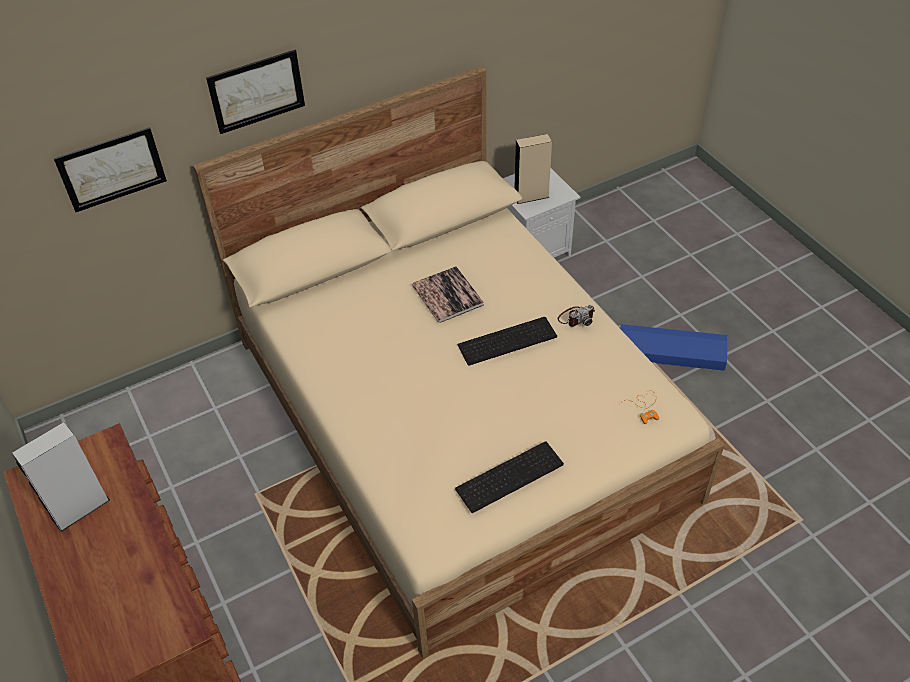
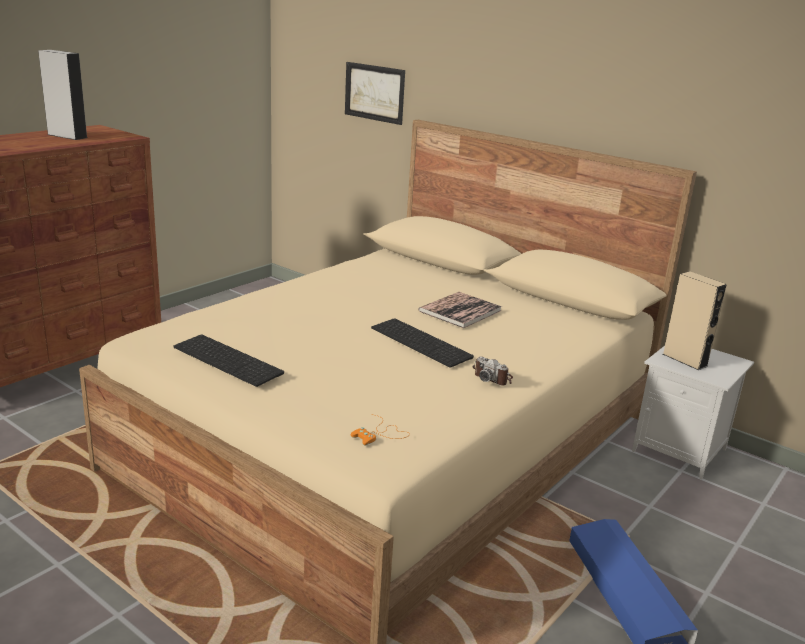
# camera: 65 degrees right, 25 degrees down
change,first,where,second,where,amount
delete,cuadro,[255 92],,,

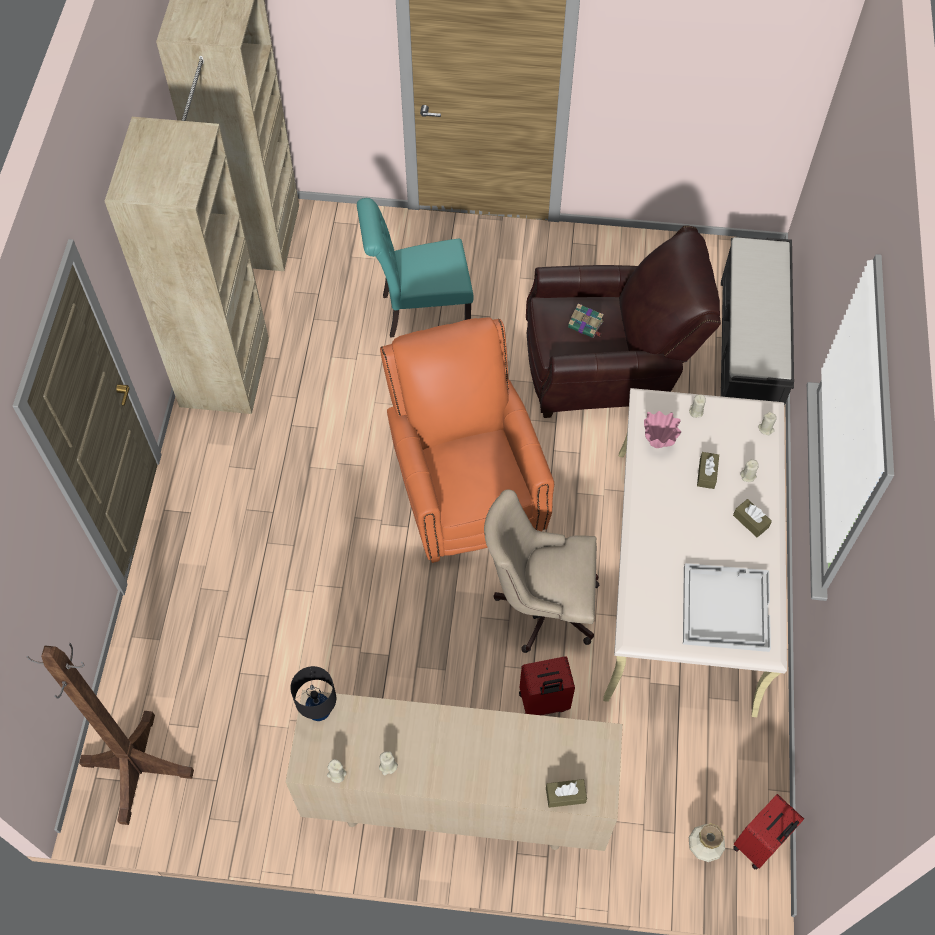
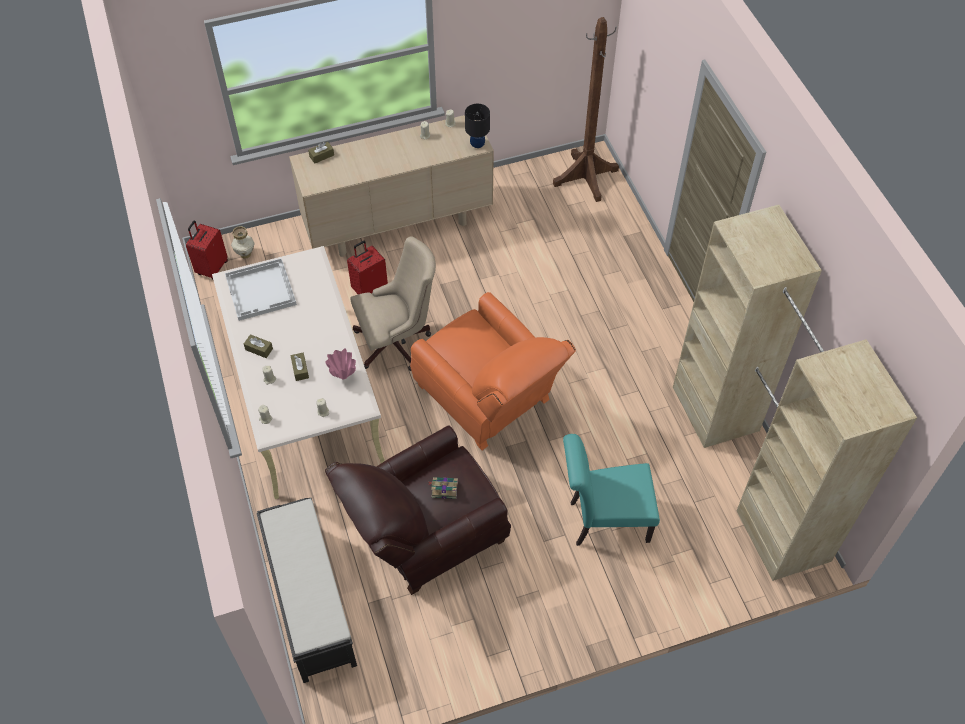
# camera: 155 degrees right, 5 degrees down
change,first,where,second,where,amount
rotate,silla/turquesa,[415 268],,[611 490],150 degrees counterclockwise

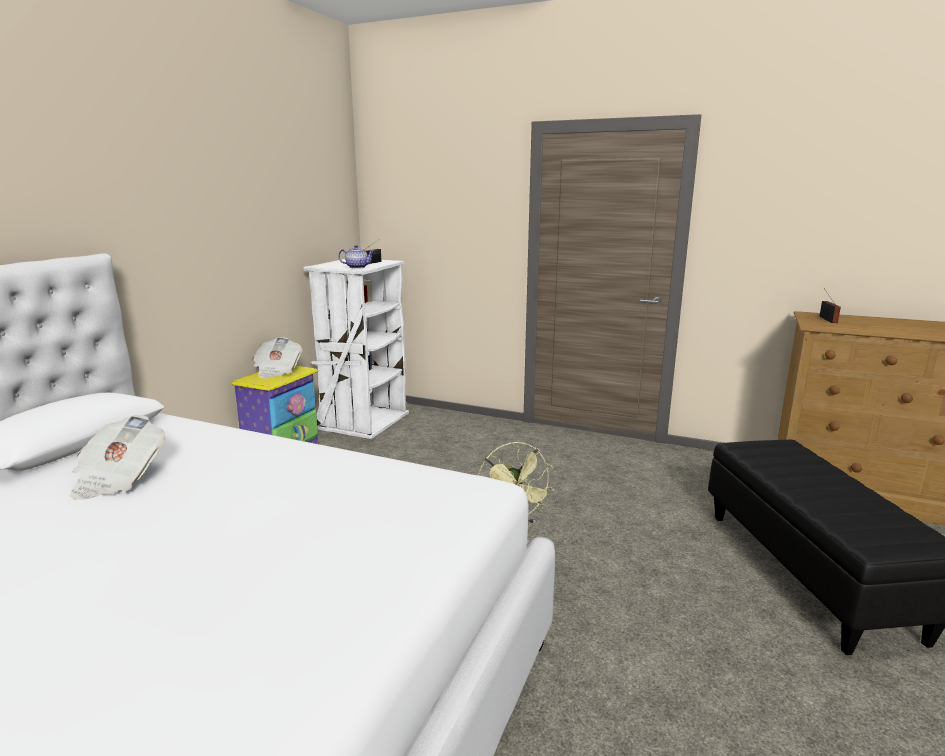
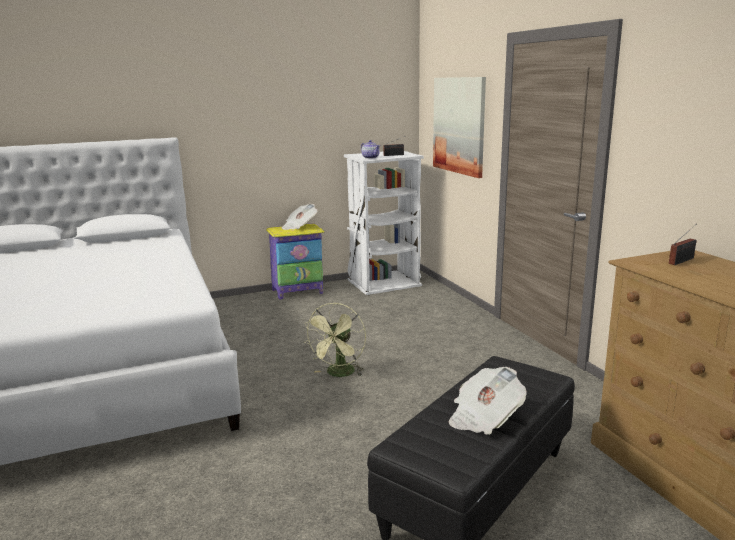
# camera: 45 degrees right, 0 degrees up
change,first,where,second,where,amount
move,periódico,[117 457],,[487 401],
insert,,,cuadro,[459 127],

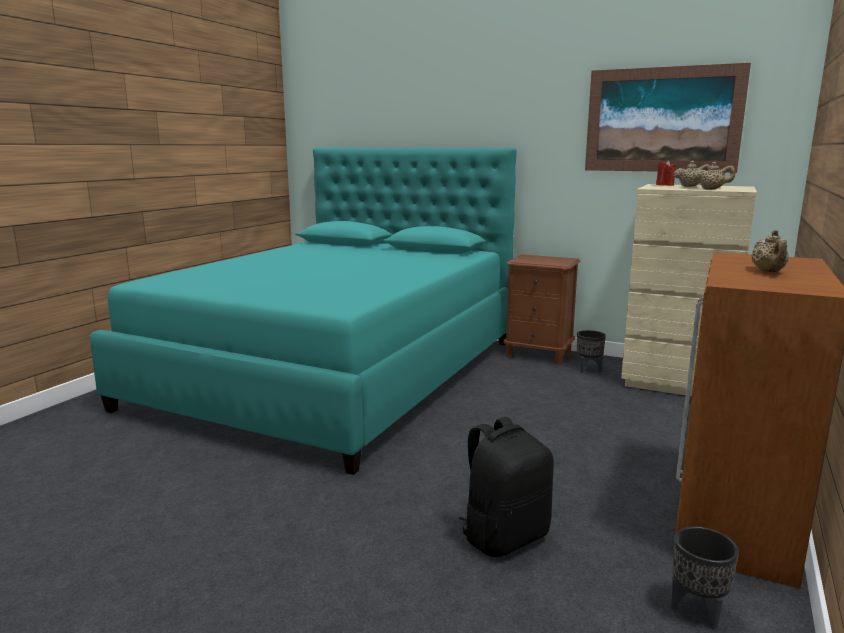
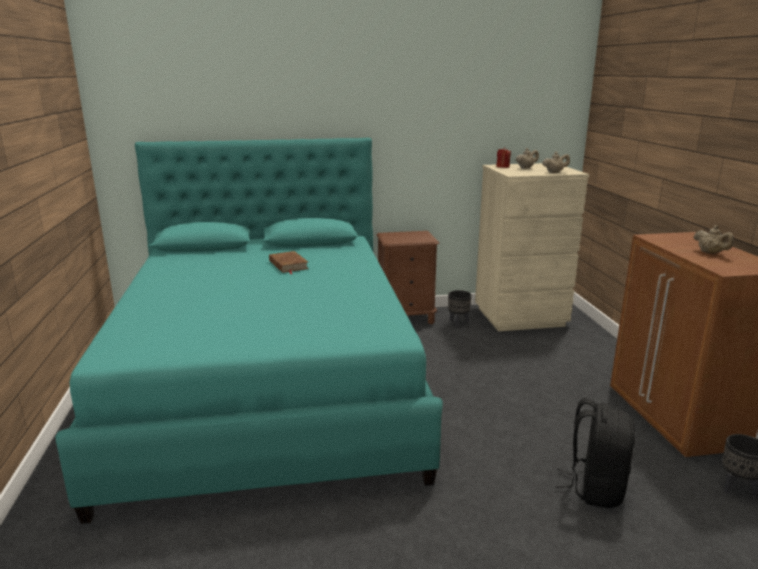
# camera: 35 degrees left, 5 degrees up
change,first,where,second,where,amount
delete,cuadro,[668 118],,,
insert,,,libro/marrón,[289 262],

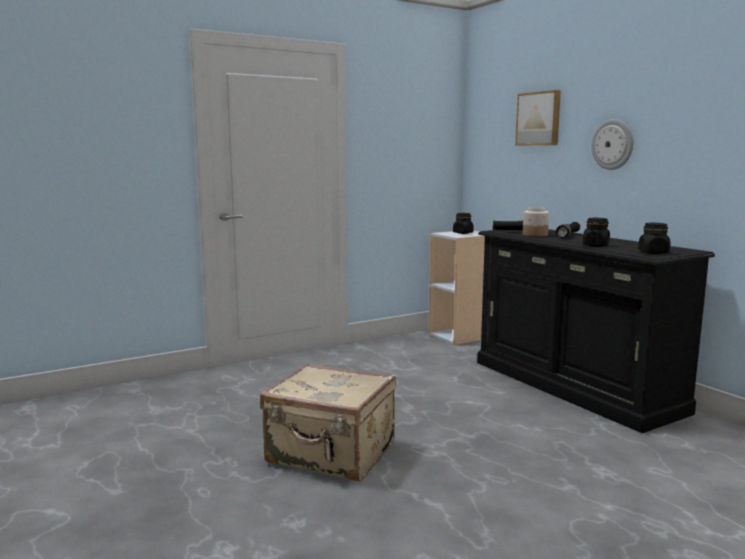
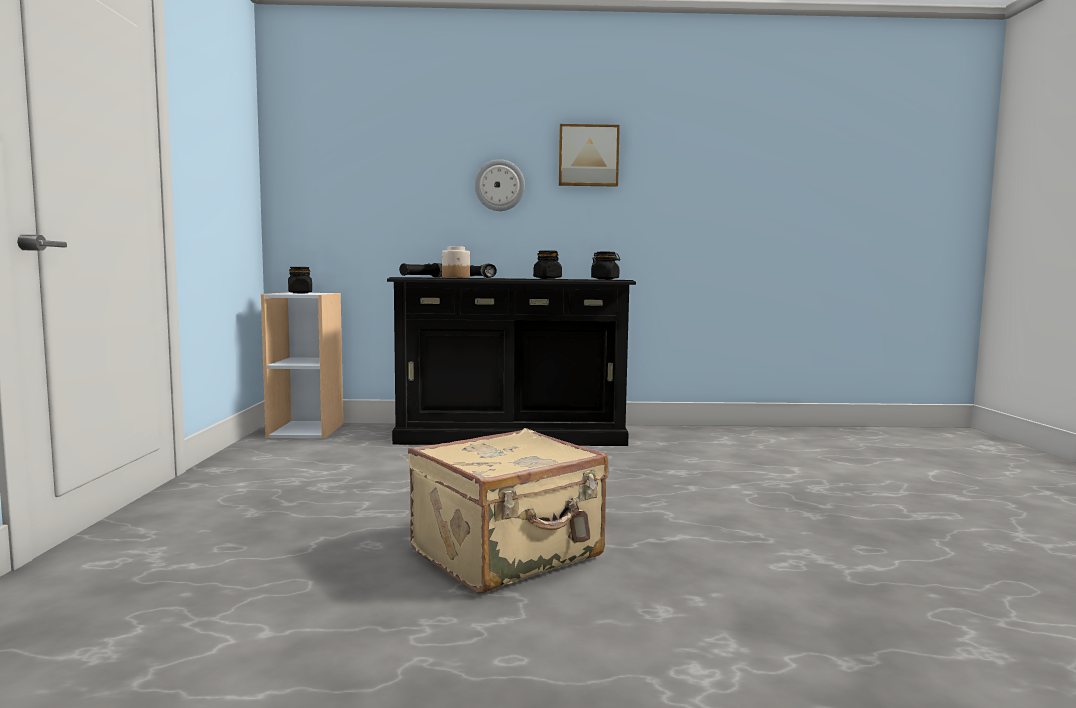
# camera: 60 degrees left, 5 degrees down
change,first,where,second,where,amount
move,cuadro,[538 117],,[589 155],

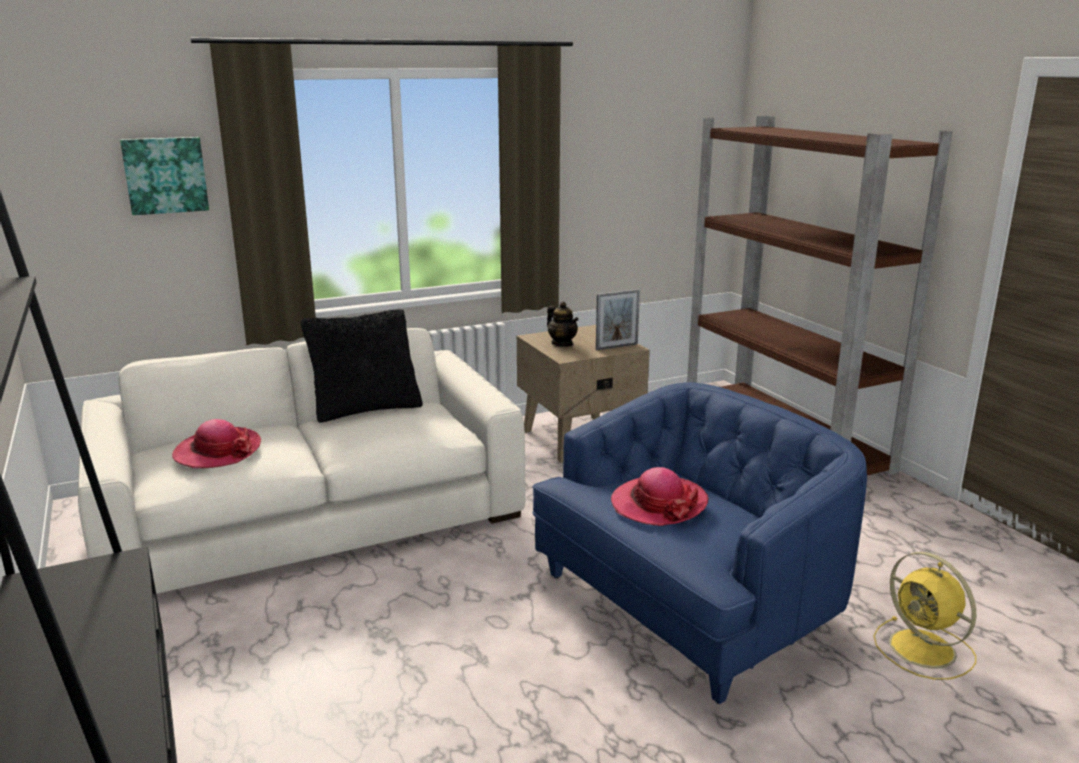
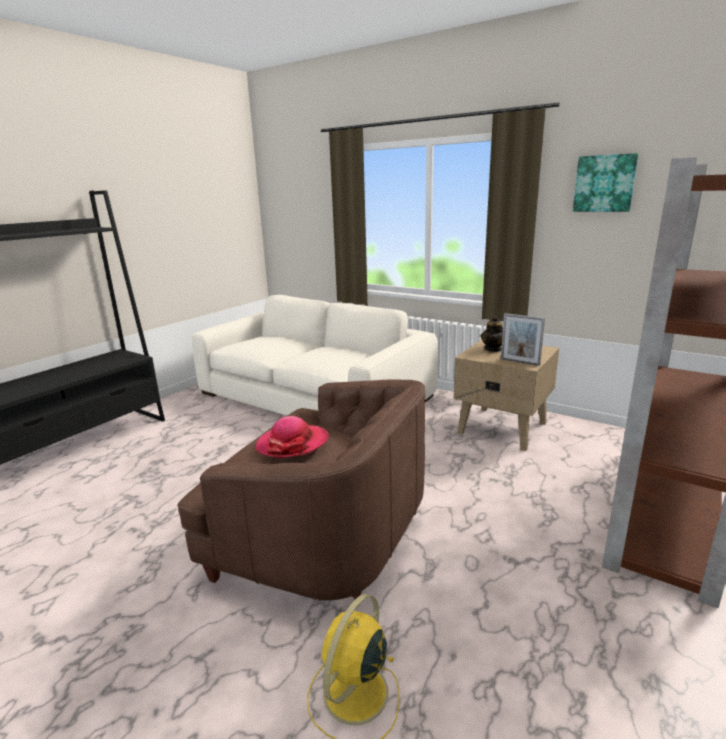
# camera: 60 degrees right, 0 degrees up
change,first,where,second,where,amount
move,cuadro,[164 176],,[605 182],
delete,sombrero,[216 443],,,
delete,cojín/negro,[362 366],,,
recolor,sillón/azul,[699 543],sillón/marrón,[301 490],

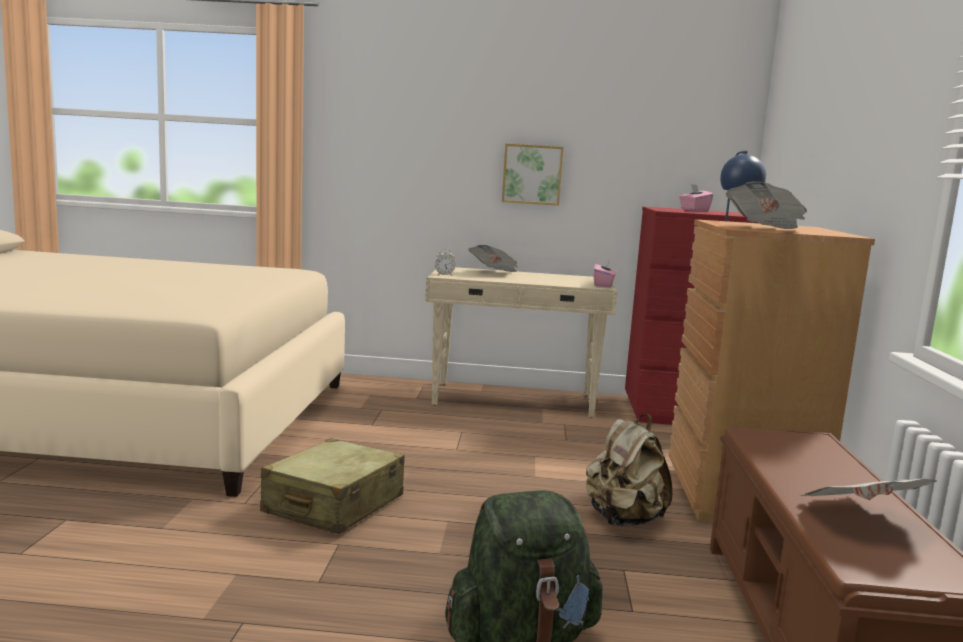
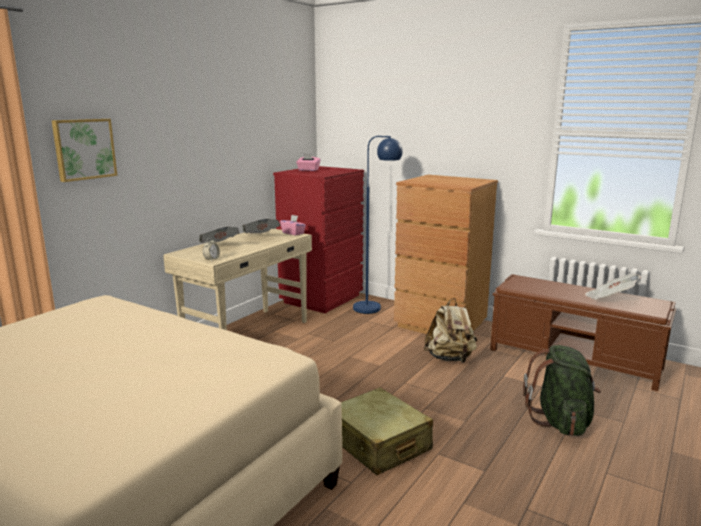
# camera: 60 degrees left, 5 degrees up
change,first,where,second,where,amount
move,cuadro,[533 174],,[84 150],
move,periódico,[766 205],,[261 226],

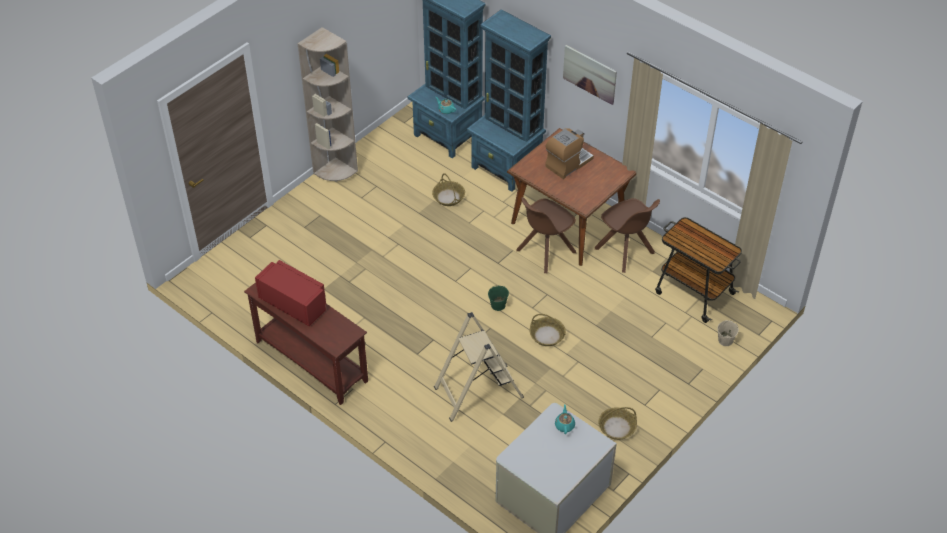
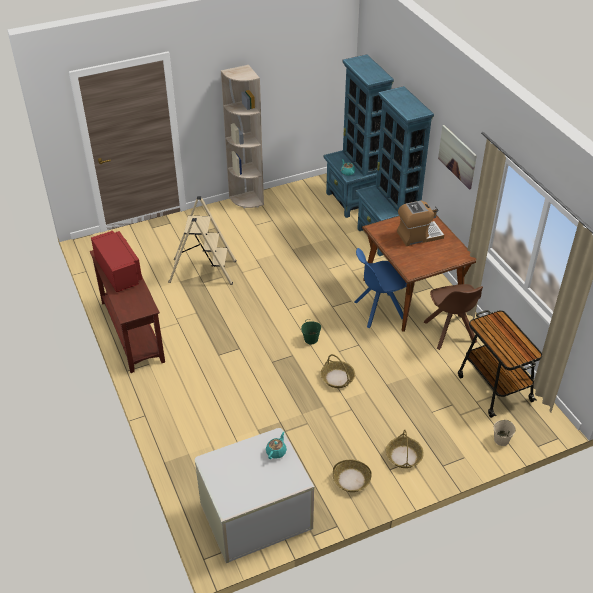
# camera: 25 degrees right, 5 degrees down
change,first,where,second,where,amount
move,cesta,[448 189],,[405 449],
move,escalera de tijera/beis,[479 367],,[202 240],
recolor,silla/marrón,[546 235],silla/azul,[380 288],

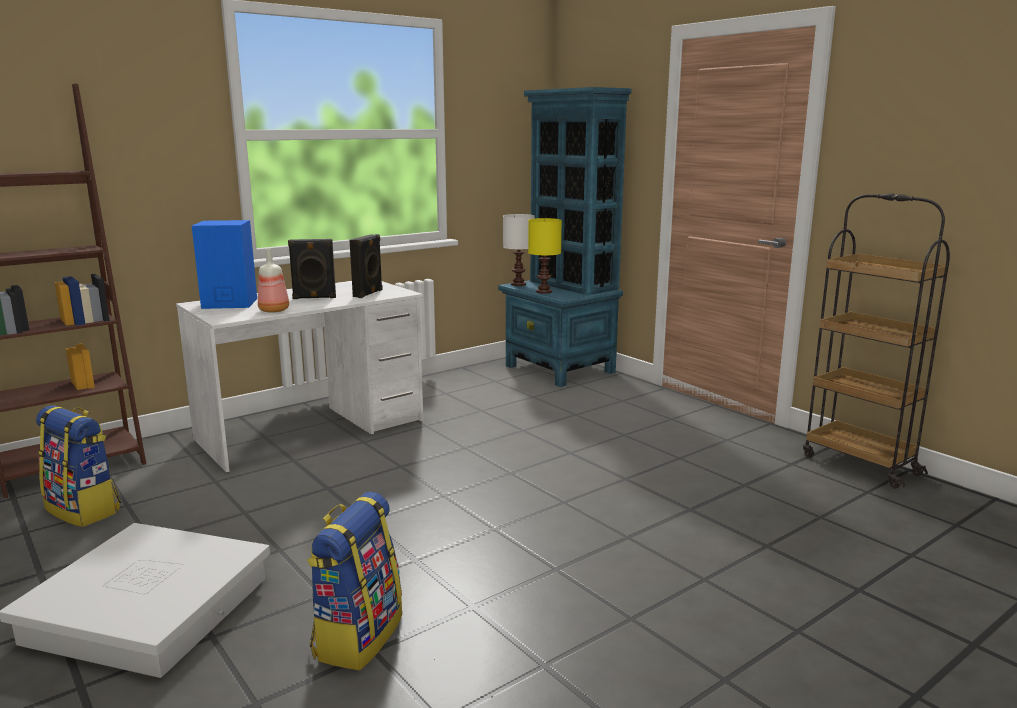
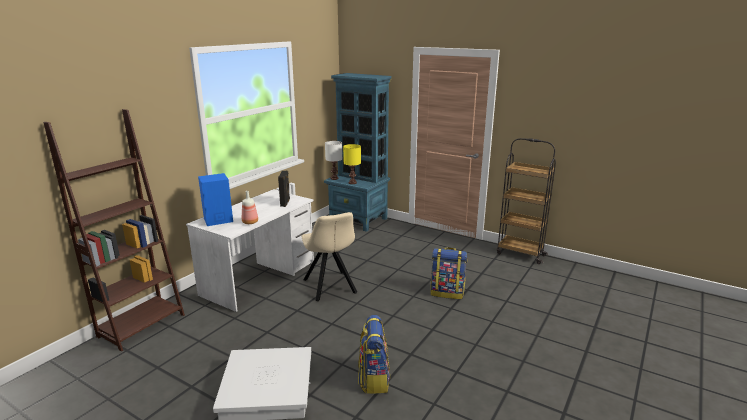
# camera: 20 degrees left, 5 degrees up
change,first,where,second,where,amount
move,mochila,[78 466],,[449 273],
delete,altavoz/negro,[312 269],,,
insert,,,silla/beis,[329 256],

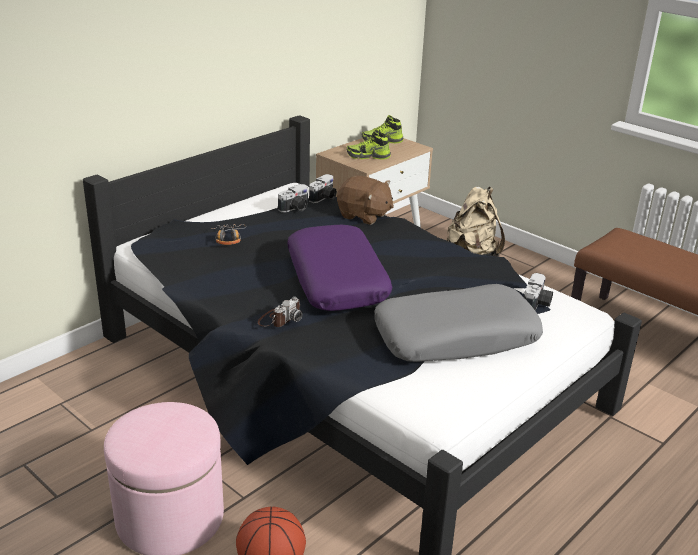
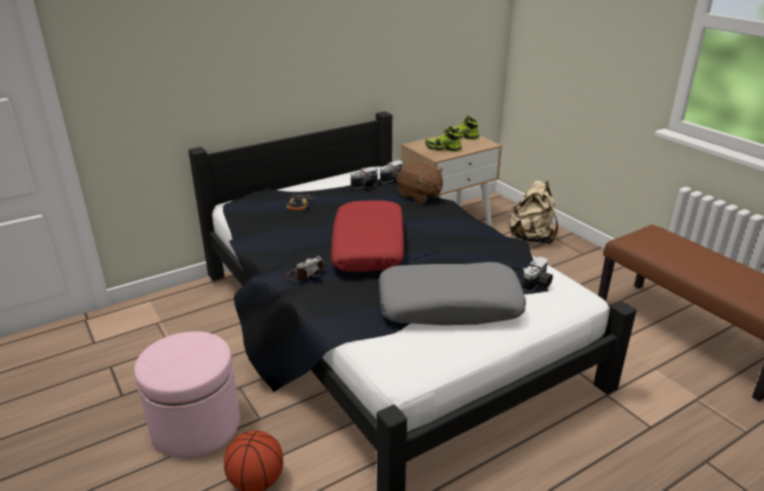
# camera: 15 degrees right, 0 degrees up
change,first,where,second,where,amount
recolor,cojín/morado,[339 268],cojín/rojo,[367 236],

